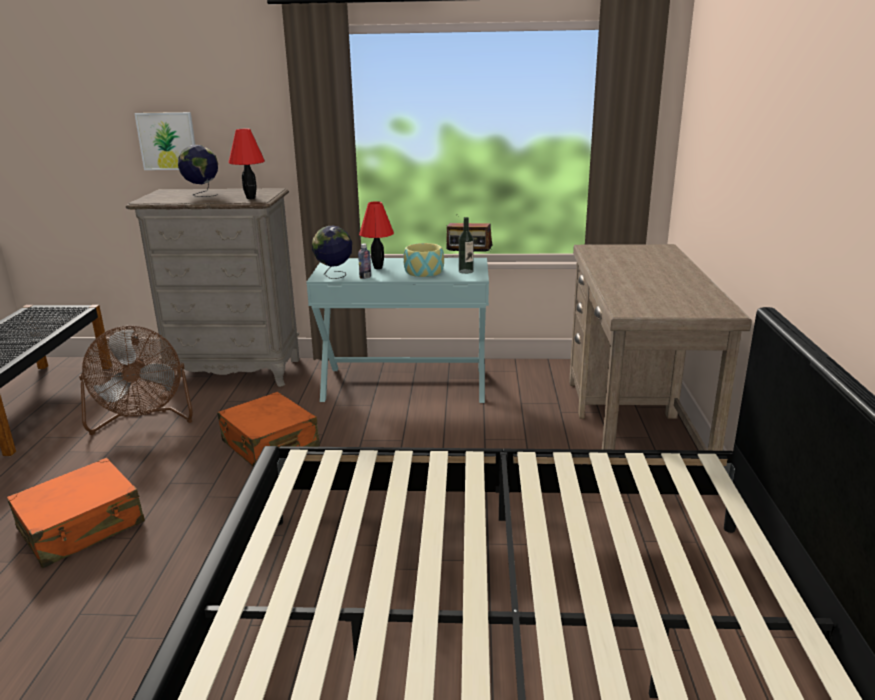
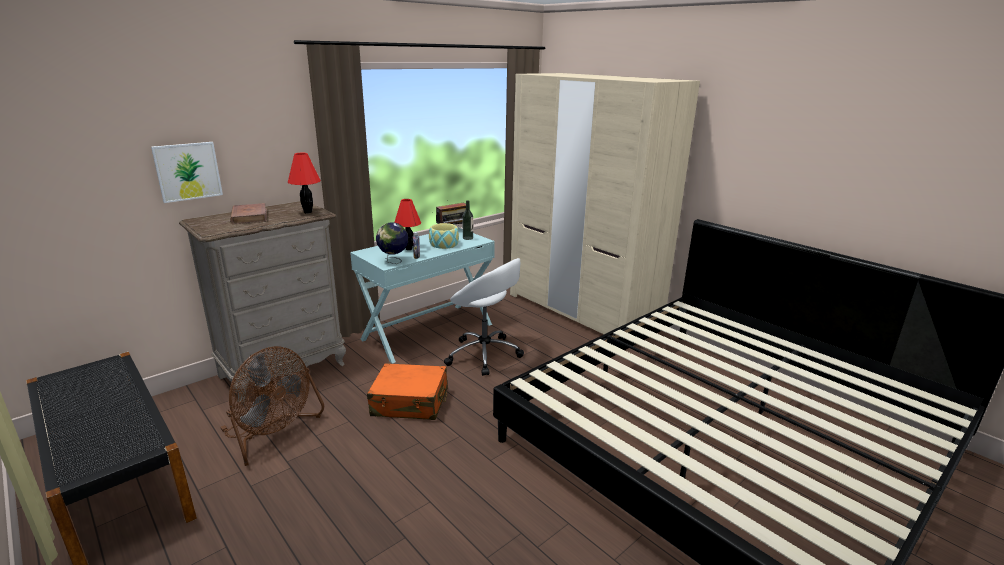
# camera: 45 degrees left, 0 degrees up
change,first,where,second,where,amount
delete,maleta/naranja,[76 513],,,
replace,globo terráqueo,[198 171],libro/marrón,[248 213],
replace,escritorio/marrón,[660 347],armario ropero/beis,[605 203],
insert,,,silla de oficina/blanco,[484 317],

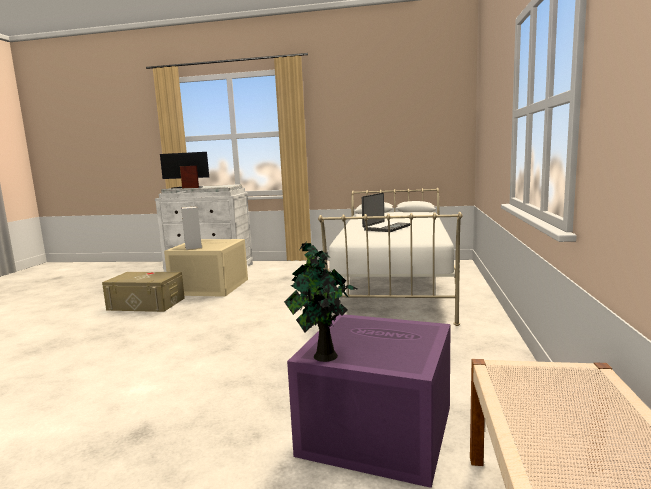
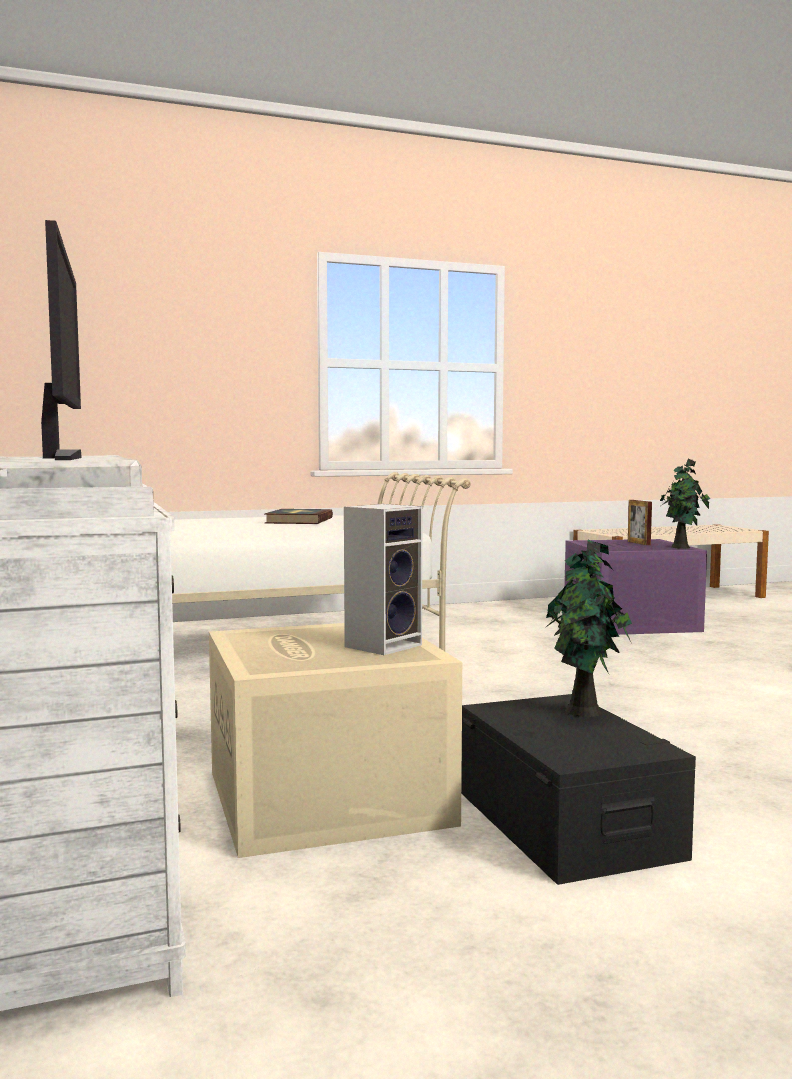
# camera: 120 degrees left, 5 degrees down
change,first,where,second,where,amount
recolor,caja de almacenaje/beis,[143 292],caja de almacenaje/negro,[578 789],
move,portarretratos,[189 177],,[640 522],
replace,portátil,[386 212],libro,[298 516],
insert,,,planta en maceta,[588 628],

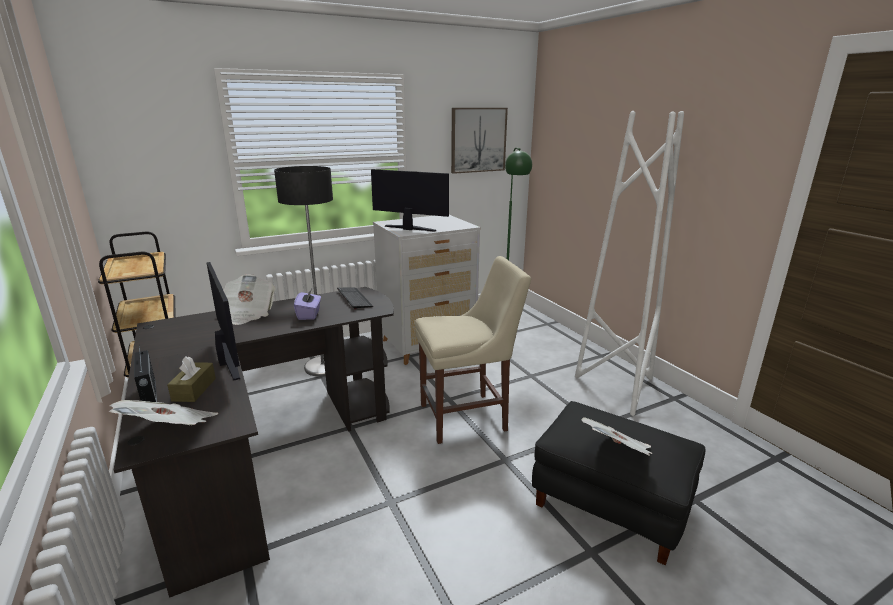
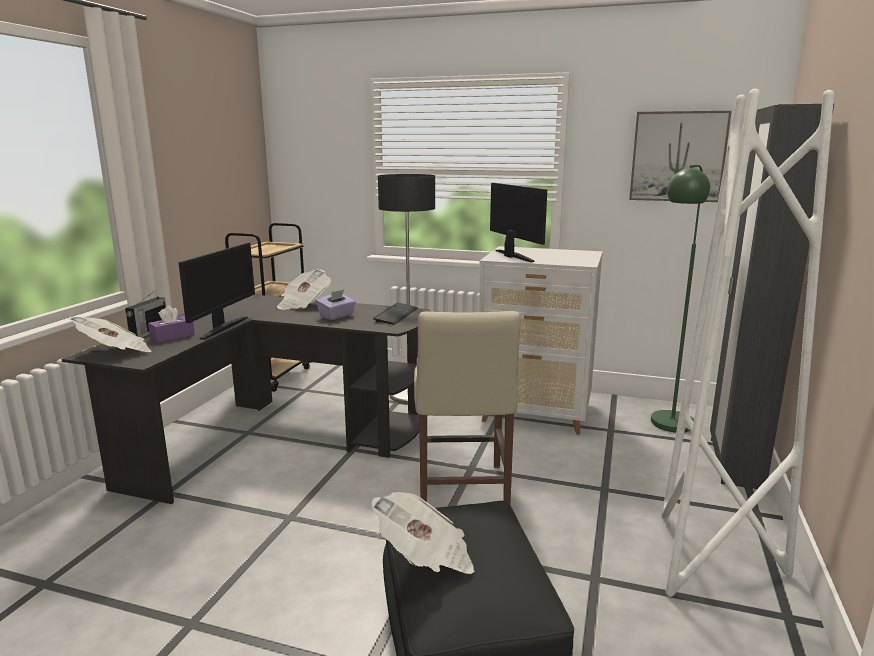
# camera: 45 degrees right, 5 degrees down
change,first,where,second,where,amount
recolor,caja de pañuelos/marrón,[191 379],caja de pañuelos/morado,[171 324],
rotate,silla/beis,[473 350],,[467 407],60 degrees clockwise
insert,,,armario ropero/negro,[772 296],

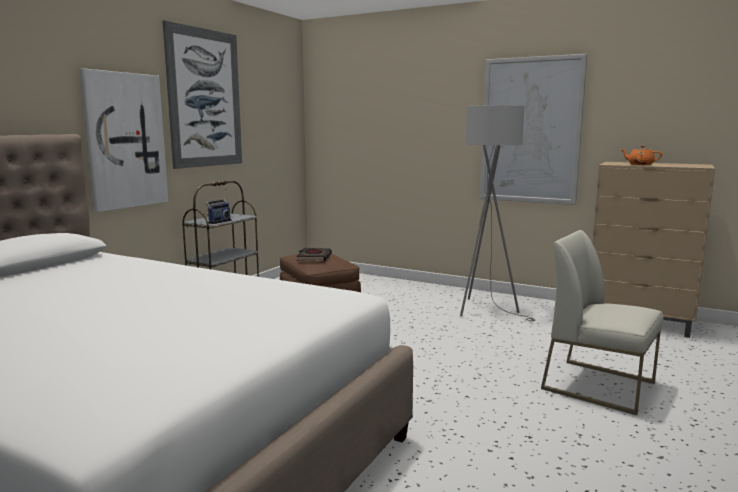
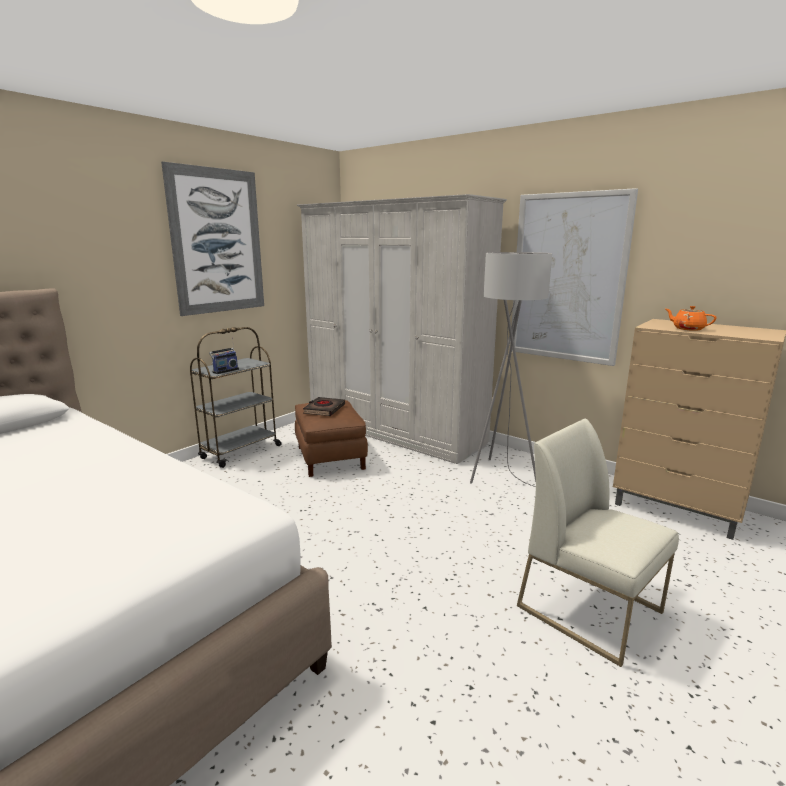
# camera: 10 degrees right, 5 degrees up
change,first,where,second,where,amount
delete,cuadro,[124 140],,,
insert,,,armario ropero/blanco,[402 329],

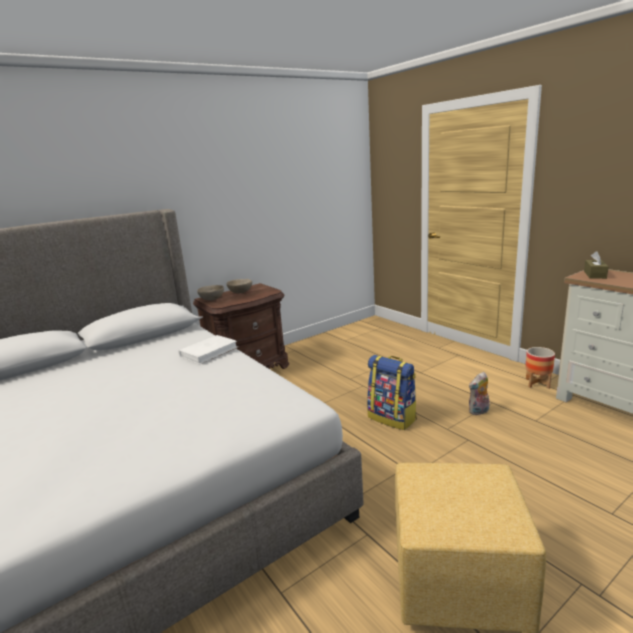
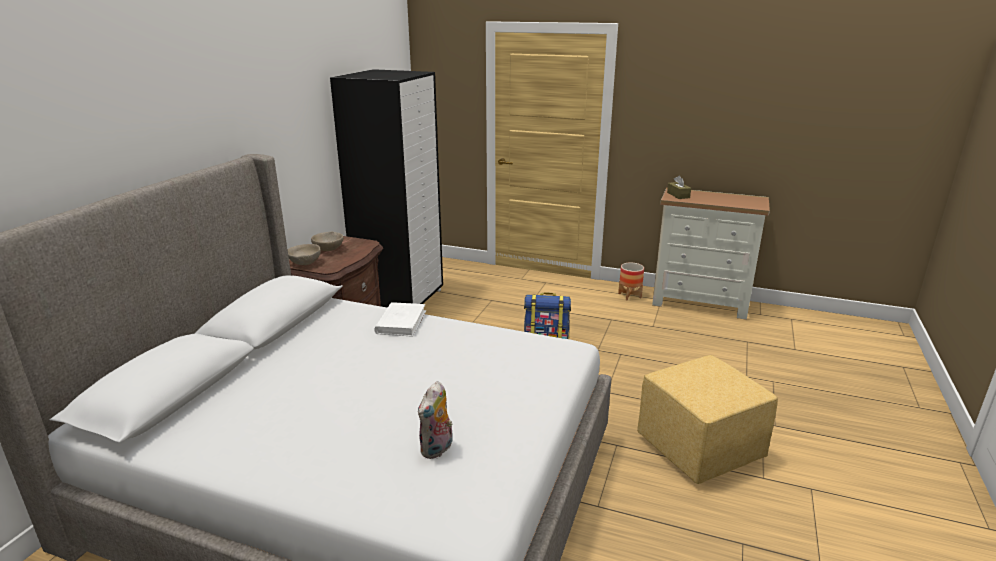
# camera: 35 degrees left, 5 degrees up
change,first,where,second,where,amount
move,peluche,[479 393],,[435 420],
insert,,,armario ropero,[386 188],

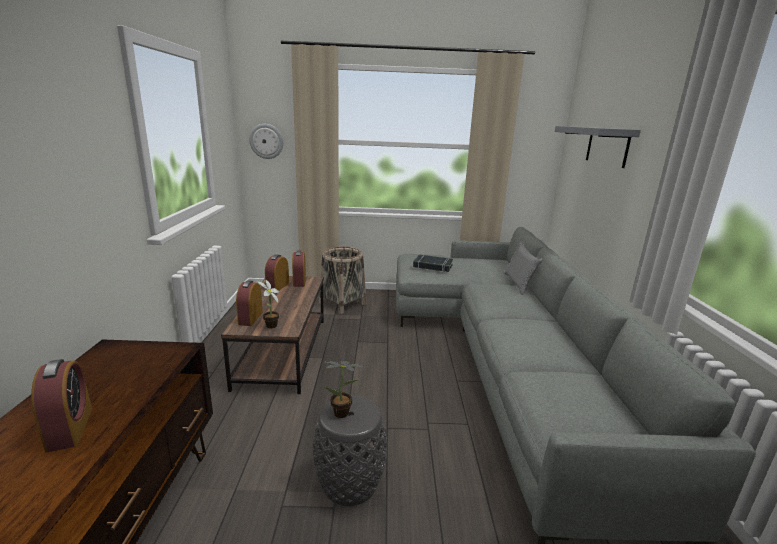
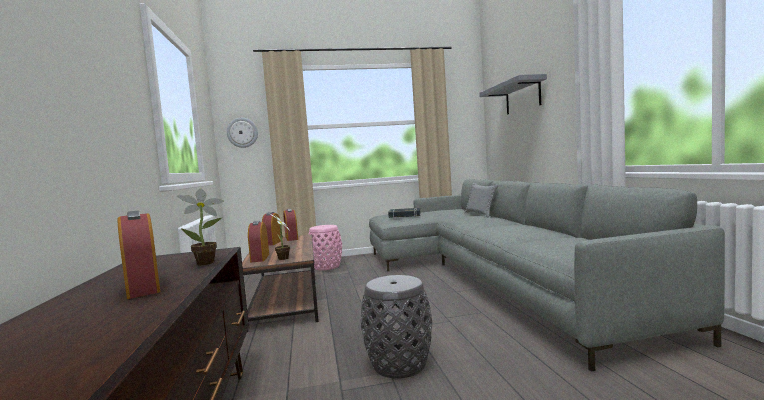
# camera: 10 degrees left, 15 degrees down
change,first,where,second,where,amount
replace,cesta,[342 280],taburete/rosa,[325 247],
move,planta en maceta,[344 389],,[200 226],

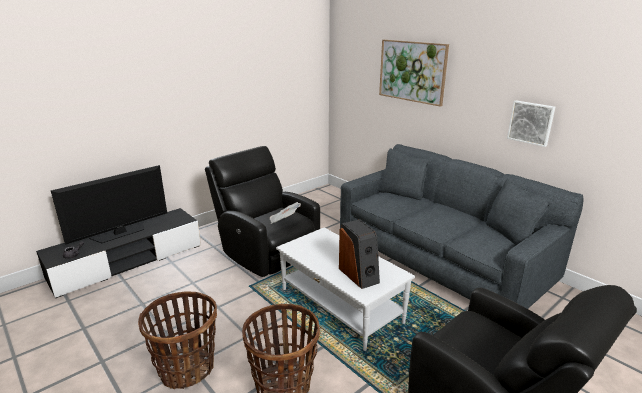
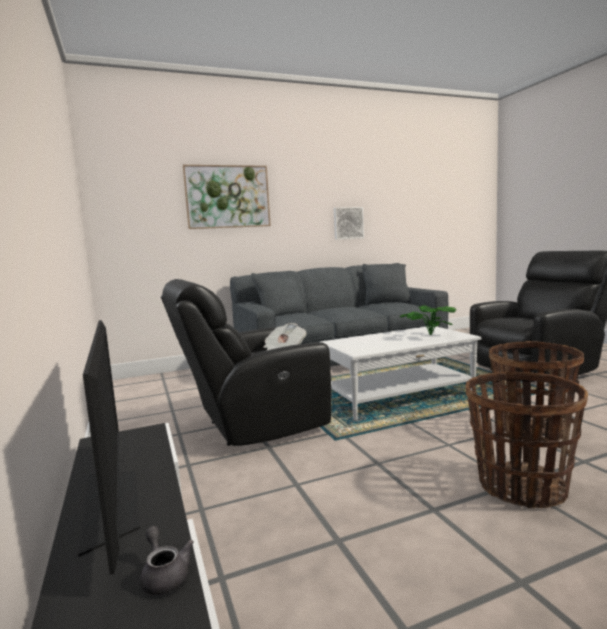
# camera: 70 degrees left, 15 degrees down
change,first,where,second,where,amount
replace,altavoz,[359 254],planta en maceta,[427 320],

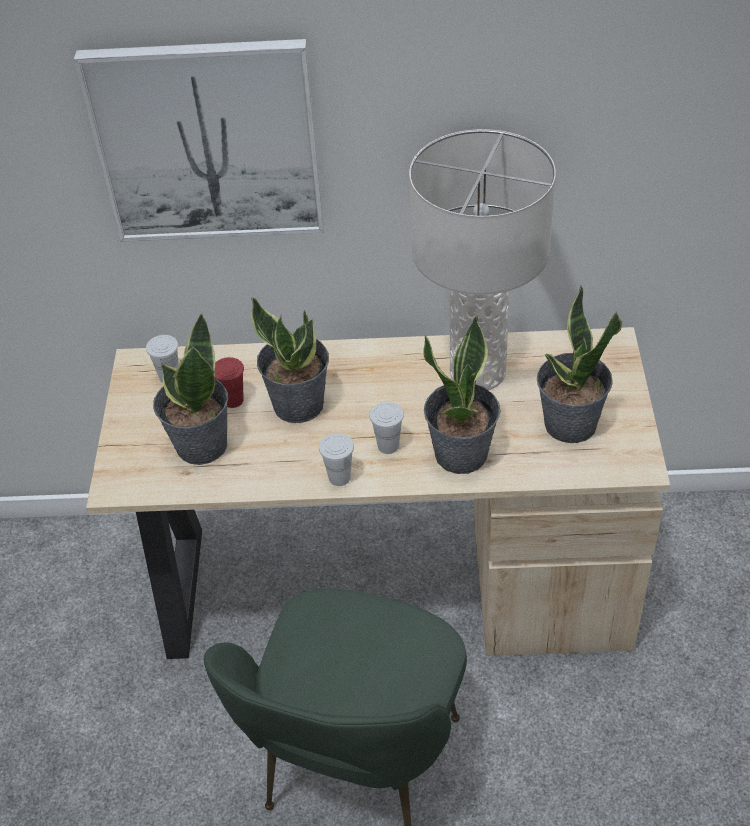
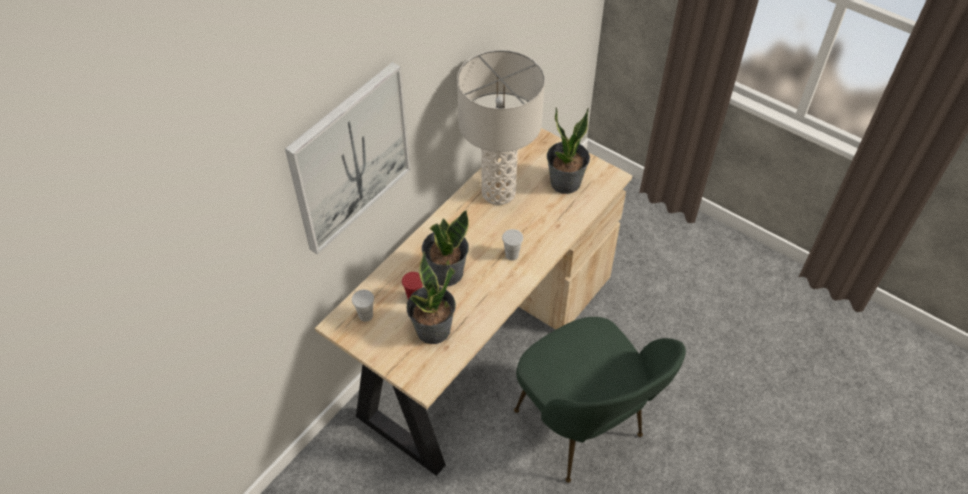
# camera: 55 degrees left, 5 degrees up
change,first,where,second,where,amount
delete,taza/blanco,[336 459],,,
delete,planta en maceta,[461 394],,,

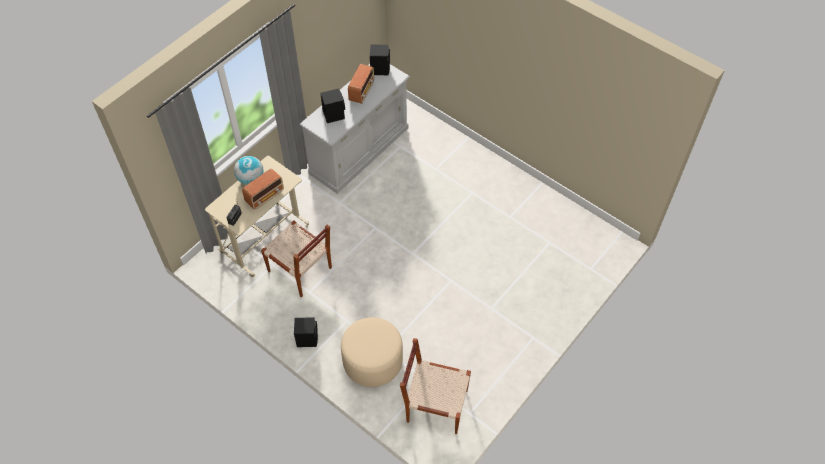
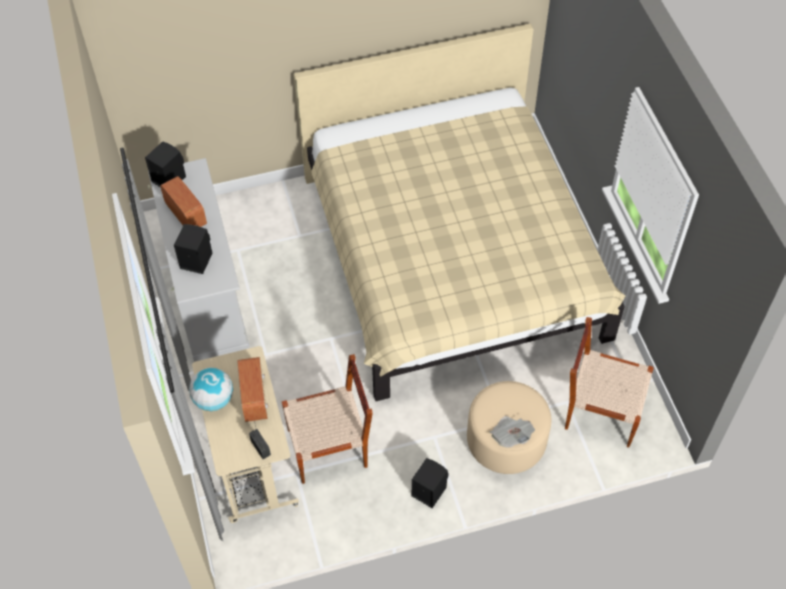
# camera: 55 degrees left, 0 degrees up
change,first,where,second,where,amount
rotate,silla,[435 386],,[609 382],60 degrees clockwise
insert,,,cama/beis,[459 212],
insert,,,periódico,[512 432],

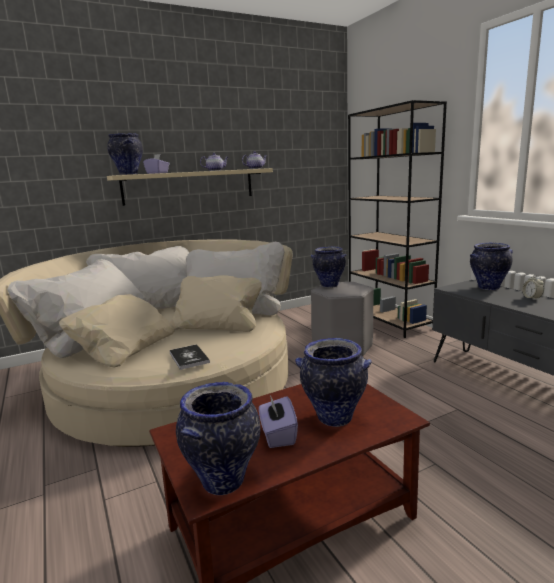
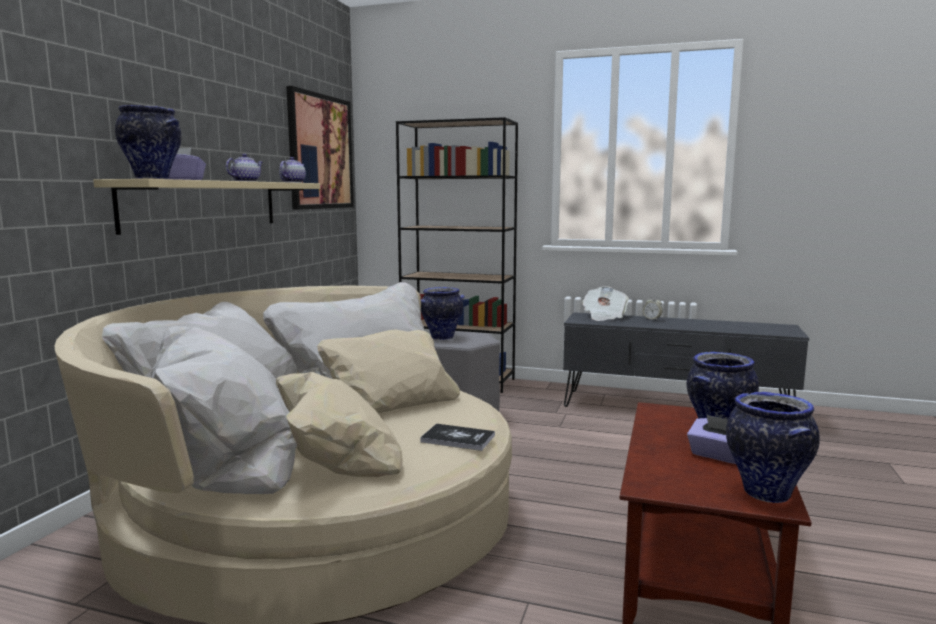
# camera: 45 degrees left, 5 degrees down
change,first,where,second,where,amount
replace,florero,[491 266],periódico,[605 303],
insert,,,cuadro,[320 148],

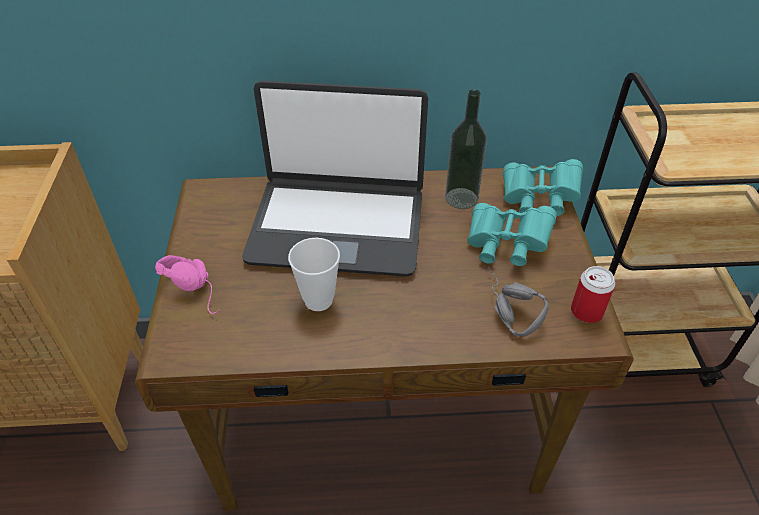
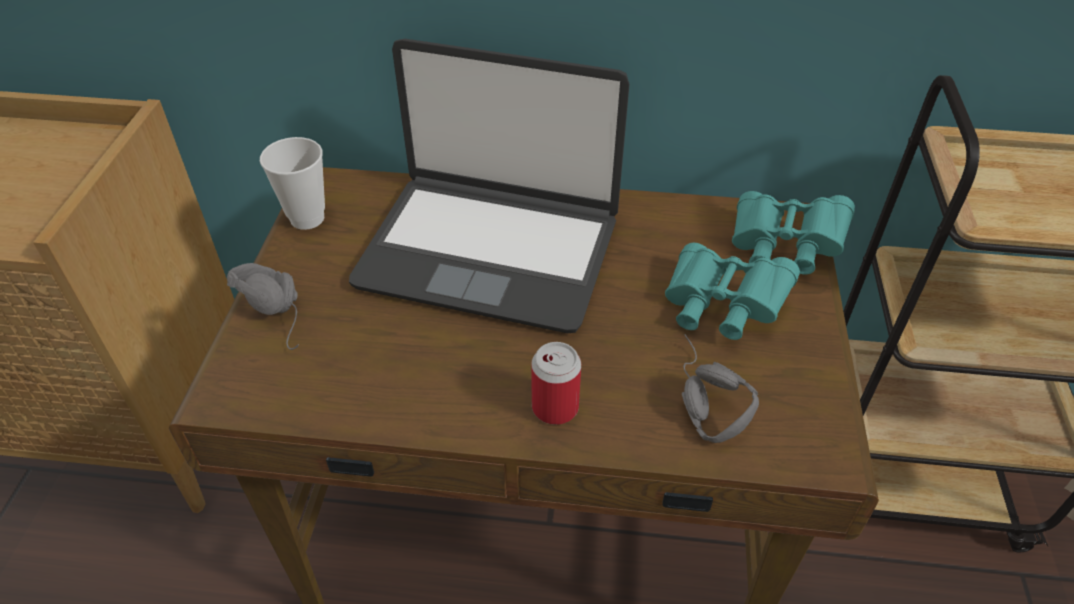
# camera: 10 degrees right, 0 degrees up
change,first,where,second,where,amount
recolor,auriculares/rosa,[187 284],auriculares/gris,[263 306],
move,taza,[314 274],,[292 183],
delete,botella,[466 149],,,
move,lata,[593 294],,[556 383],

